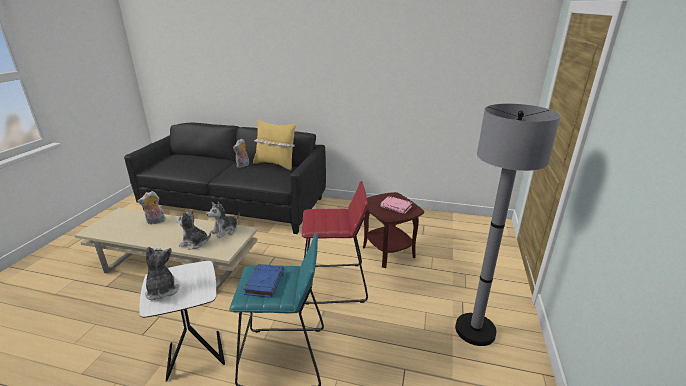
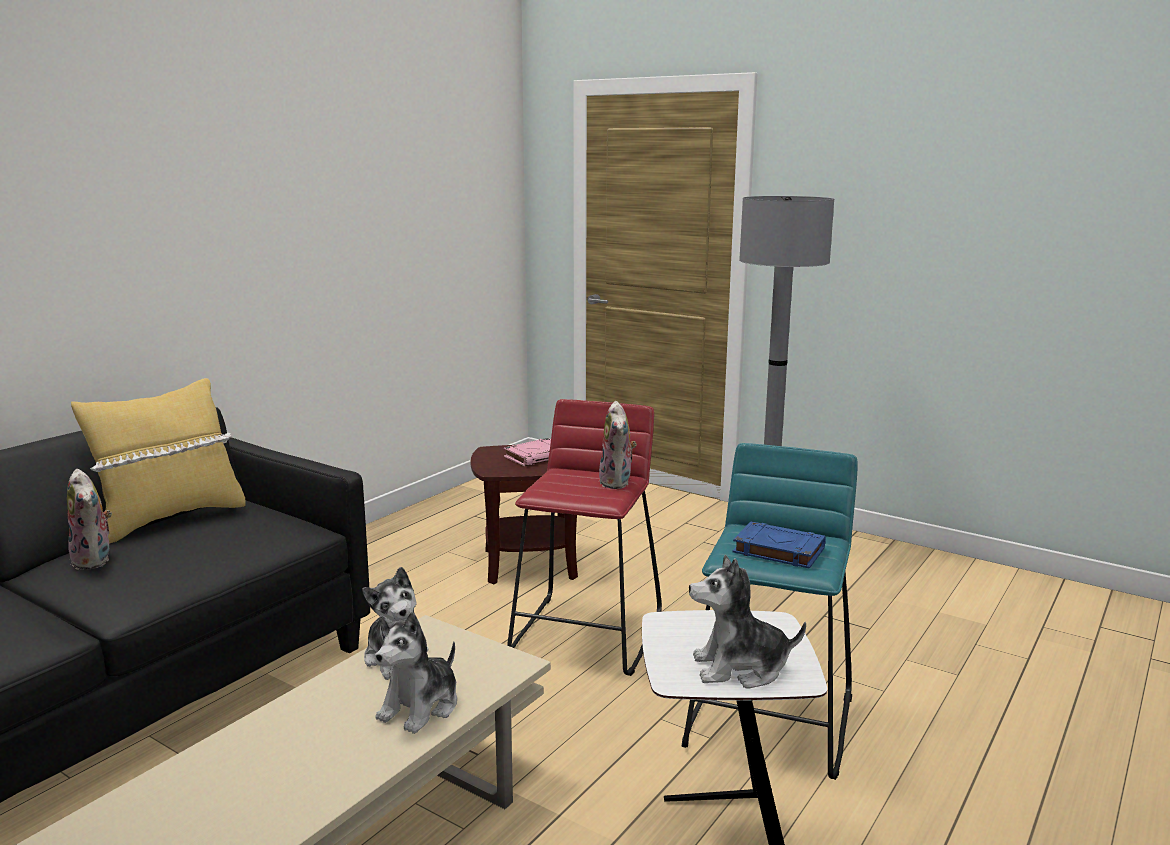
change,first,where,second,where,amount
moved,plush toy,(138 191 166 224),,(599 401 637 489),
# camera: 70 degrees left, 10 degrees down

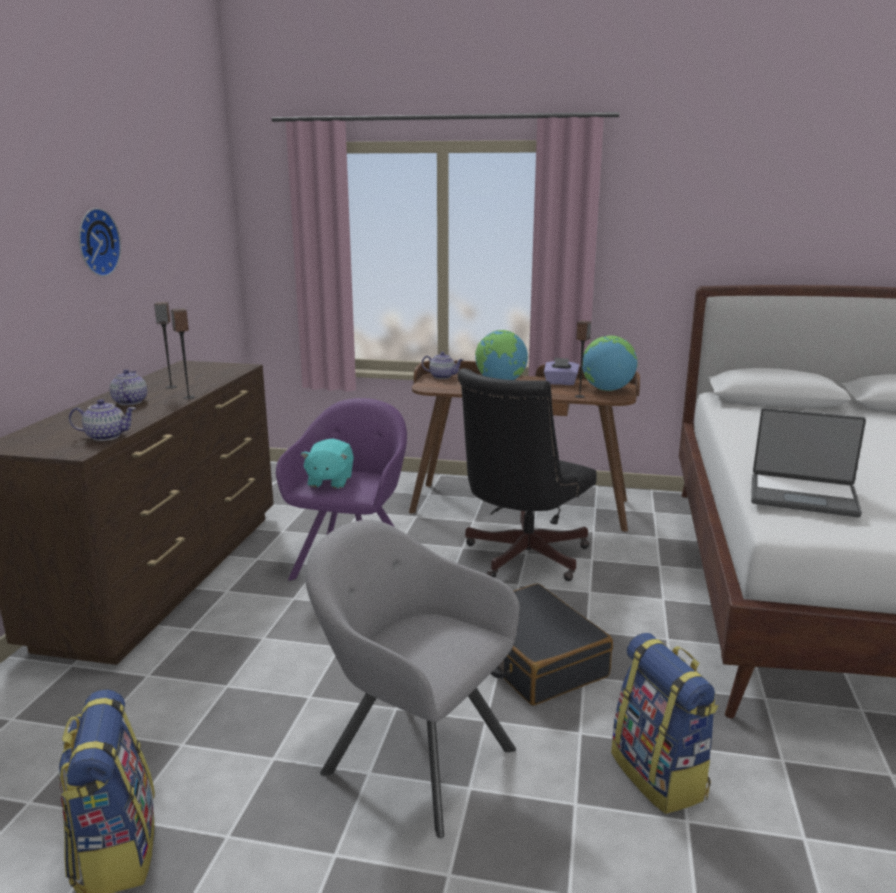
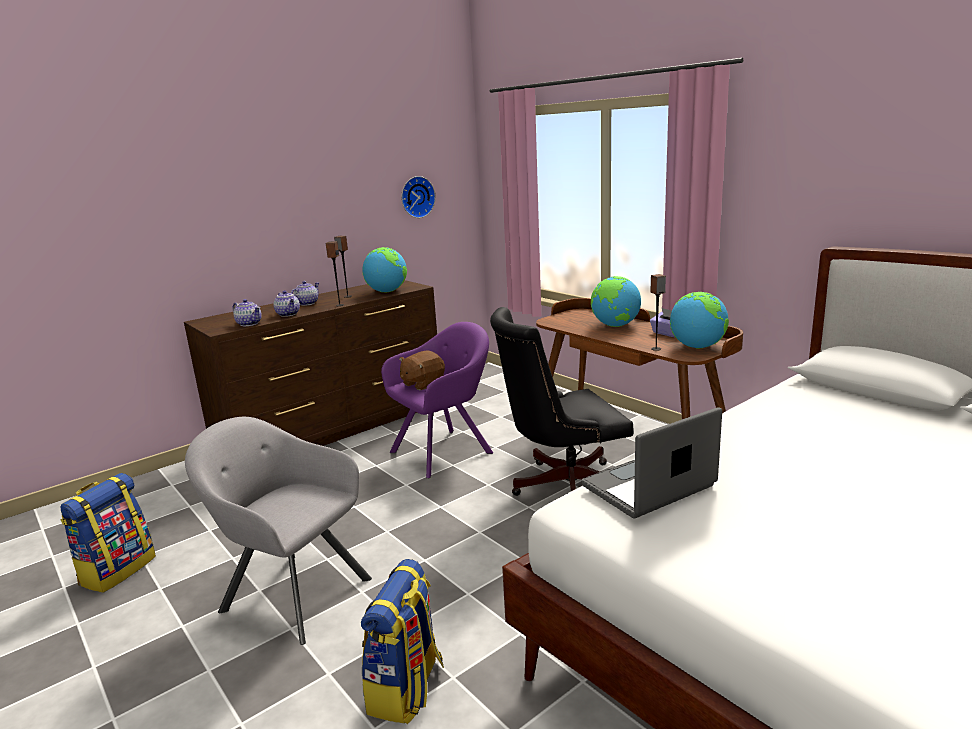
change,first,where,second,where,amount
moved,clock on the wall,(79 208 121 277),,(401 176 436 218),
moved,teapot,(422 352 463 379),,(274 291 300 317),
turned,laptop,(751 408 866 517),,(582 407 722 518),90 degrees clockwise
recoloured,plush toy/turquoise,(300 438 354 489),plush toy/brownish,(399 351 445 390),
turned,easy chair/gray,(305 520 520 838),,(185 417 372 645),45 degrees counterclockwise
removed,travel case/black,(491 583 613 706),,,
added,,,globe,(363 247 407 292),
# camera: 40 degrees right, 0 degrees up

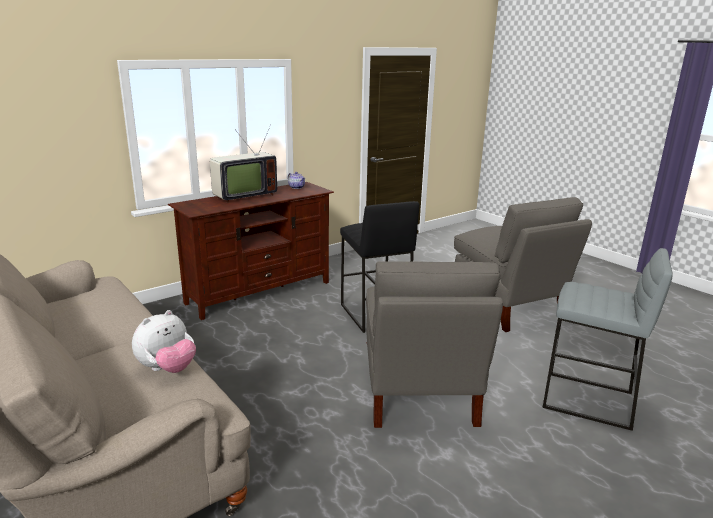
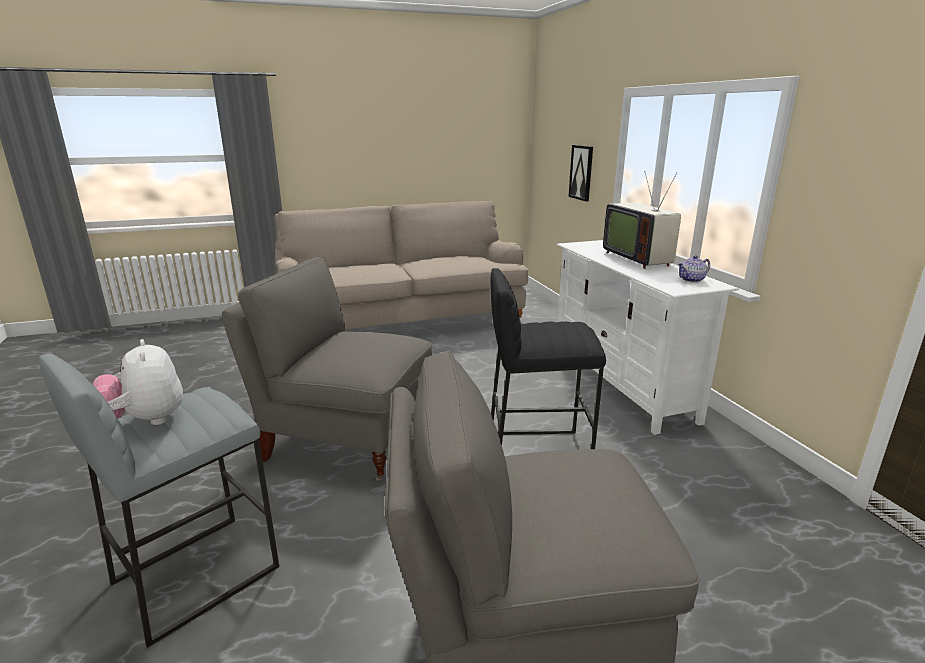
change,first,where,second,where,amount
recoloured,tv stand/brownish,(168 182 334 320),tv stand/white,(557 240 739 435),
moved,plush toy,(132 310 196 373),,(93 339 183 425),
added,,,picture,(568 145 593 201),
# camera: 110 degrees right, 0 degrees up

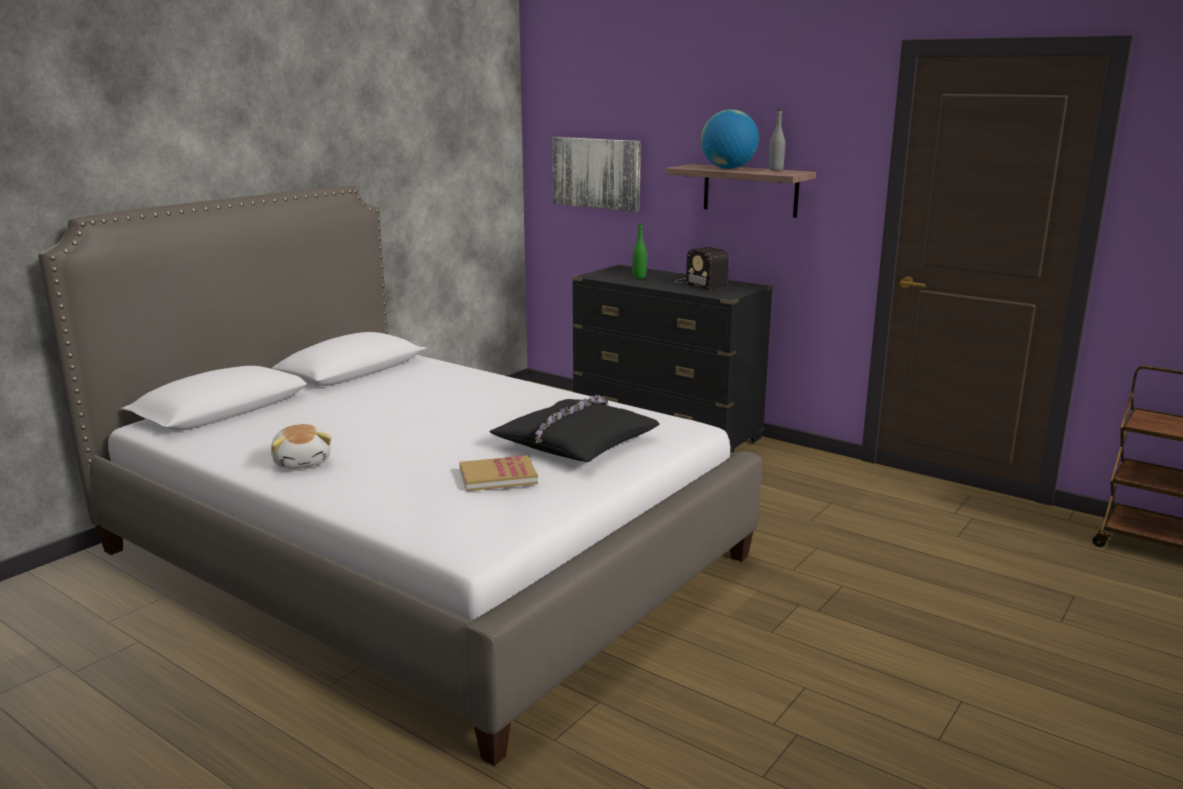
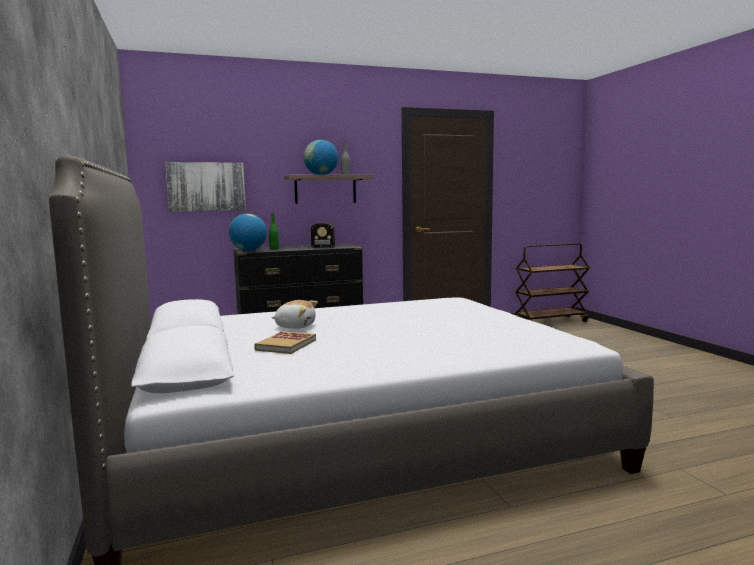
change,first,where,second,where,amount
removed,throw pillow/black,(489 395 660 462),,,
moved,plush toy,(271 424 331 469),,(271 300 318 329),
moved,book,(459 455 538 491),,(254 331 316 354),
added,,,globe,(229 214 267 251),
# camera: 55 degrees left, 10 degrees down

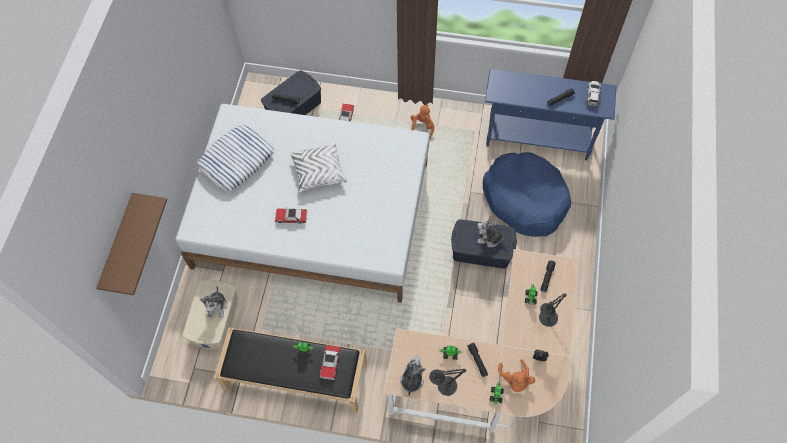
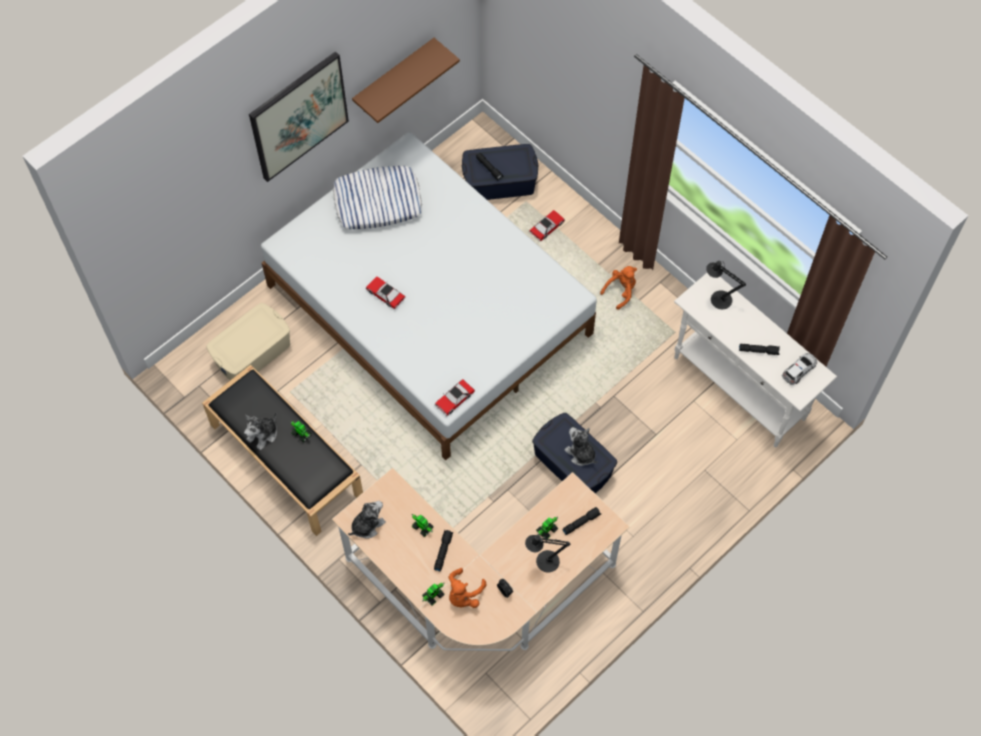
change,first,where,second,where,amount
recoloured,console table/bluish,(485 69 616 161),console table/white,(674 273 837 447),
removed,throw pillow/white,(290 143 347 192),,,
removed,pet bed/bluish,(483 152 571 237),,,
moved,wall shelf/brownish,(96 193 167 295),,(352 38 460 123),
moved,plush toy,(200 285 228 318),,(244 412 277 450),
moved,miniature car,(320 345 340 380),,(434 379 475 416),
moved,lamp for a table/black,(429 369 466 396),,(706 261 746 309),
added,,,picture,(249 51 349 182),
# camera: 35 degrees right, 0 degrees up

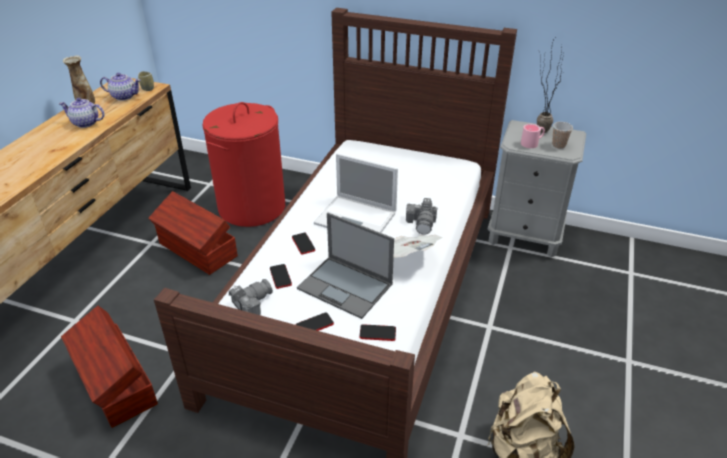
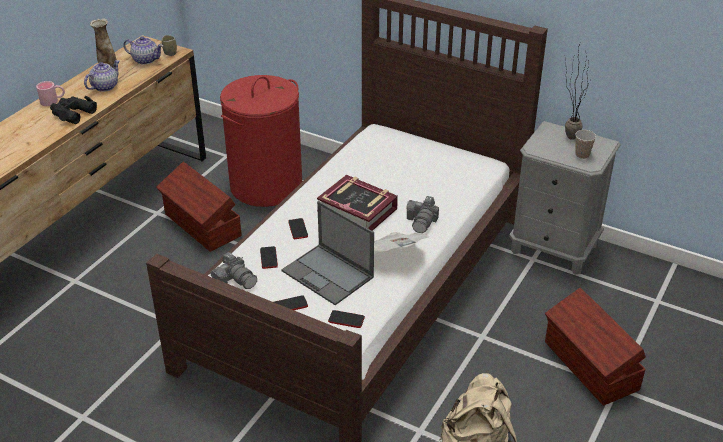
change,first,where,second,where,amount
turned,teapot,(59 98 105 128),,(84 60 120 92),105 degrees clockwise
moved,coffee mug/pinkish,(521 124 545 148),,(36 81 65 106),
replaced,laptop,(314 153 398 233),book,(317 175 398 231),
turned,photo camera,(229 279 273 315),,(210 252 257 289),75 degrees clockwise
moved,storage bin/brownish,(61 306 158 428),,(545 288 646 406),
added,,,field glasses/black,(50 96 97 124),
# camera: 10 degrees right, 0 degrees up

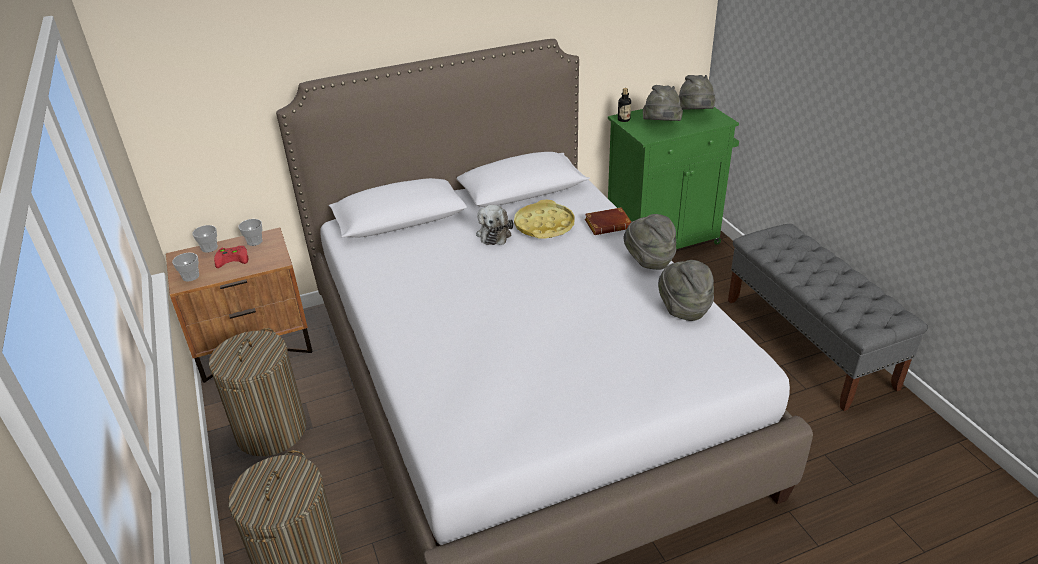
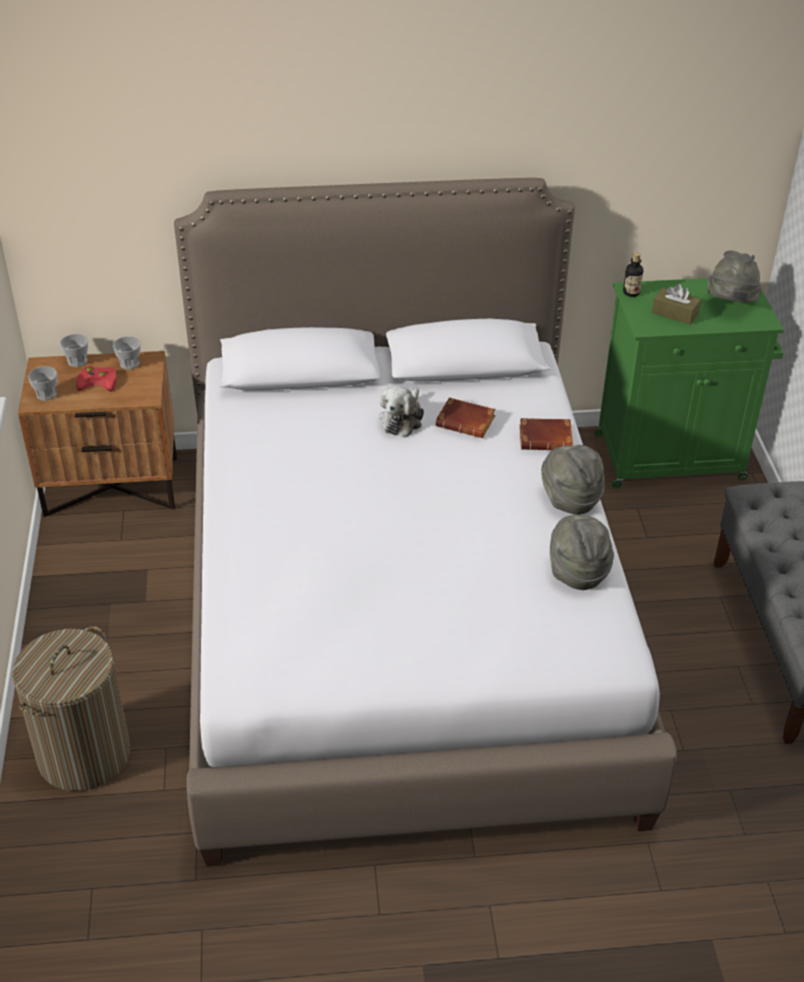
change,first,where,second,where,amount
replaced,clothing hat/gray,(643 85 683 121),box of tissues/brownish,(652 284 701 325),
replaced,carrying tray/yellow-coloured,(514 200 575 239),book/brownish,(436 398 496 438),
removed,hamper,(209 328 306 456),,,
# camera: 15 degrees right, 5 degrees up

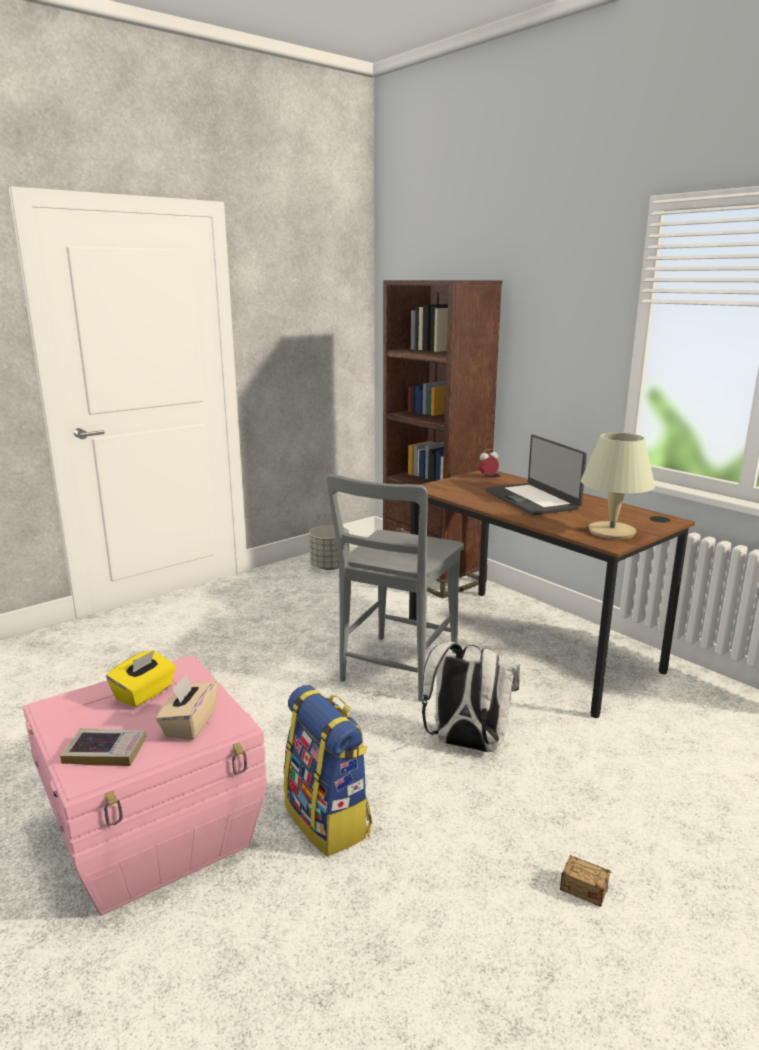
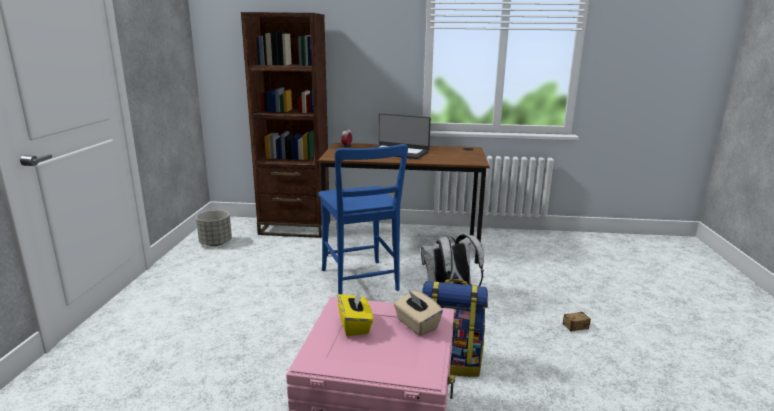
change,first,where,second,where,amount
removed,lamp for a table/beige,(581 433 655 540),,,
recoloured,upright chair/gray,(326 474 464 702),upright chair/bluish,(318 144 408 294),
removed,book,(60 728 147 766),,,
# camera: 45 degrees left, 0 degrees up

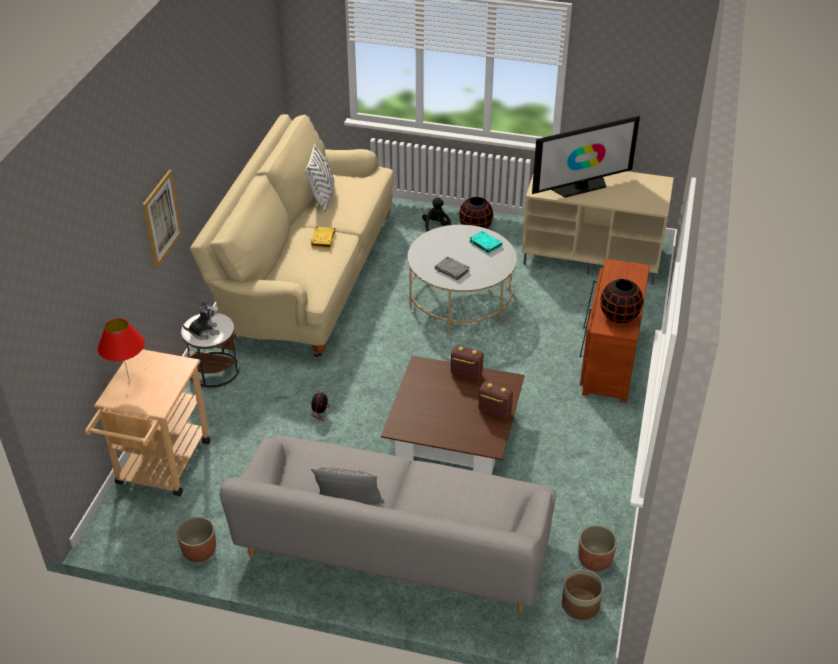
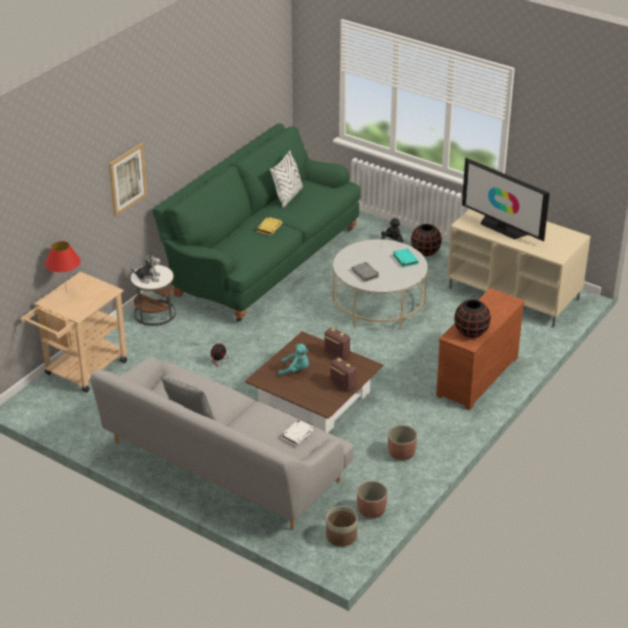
change,first,where,second,where,amount
recoloured,settee/beige,(190 114 394 358),settee/green,(152 123 361 322),
turned,TV set,(532 116 640 198),,(462 158 550 241),45 degrees clockwise
moved,planter,(177 517 216 562),,(388 425 417 460),
added,,,plush toy/turquoise,(278 344 309 376),
added,,,book/white,(281 420 315 446),
# camera: 20 degrees right, 5 degrees down

